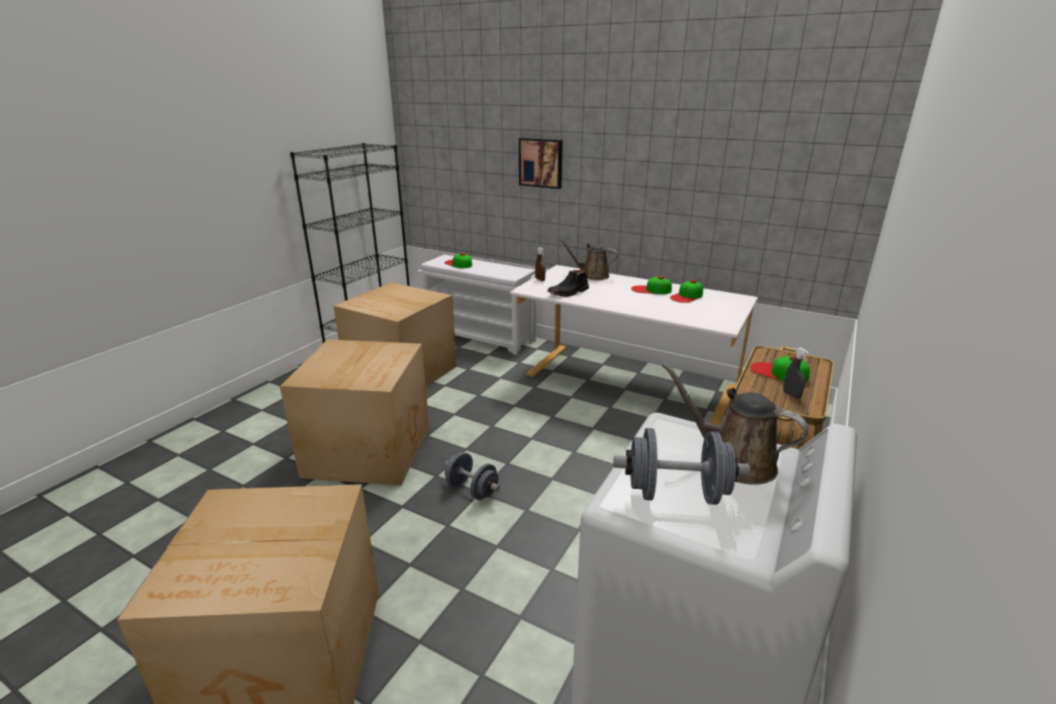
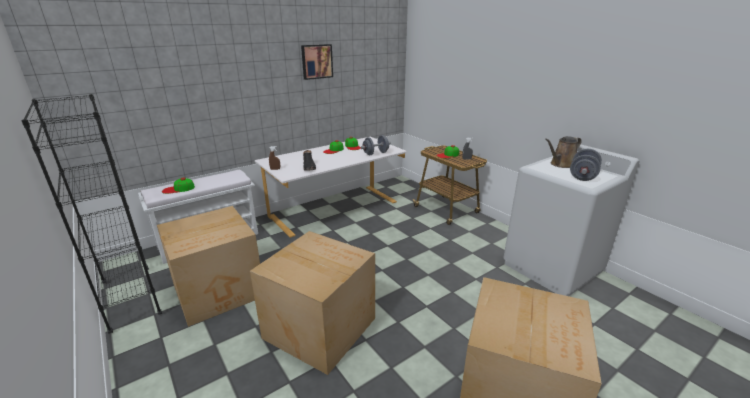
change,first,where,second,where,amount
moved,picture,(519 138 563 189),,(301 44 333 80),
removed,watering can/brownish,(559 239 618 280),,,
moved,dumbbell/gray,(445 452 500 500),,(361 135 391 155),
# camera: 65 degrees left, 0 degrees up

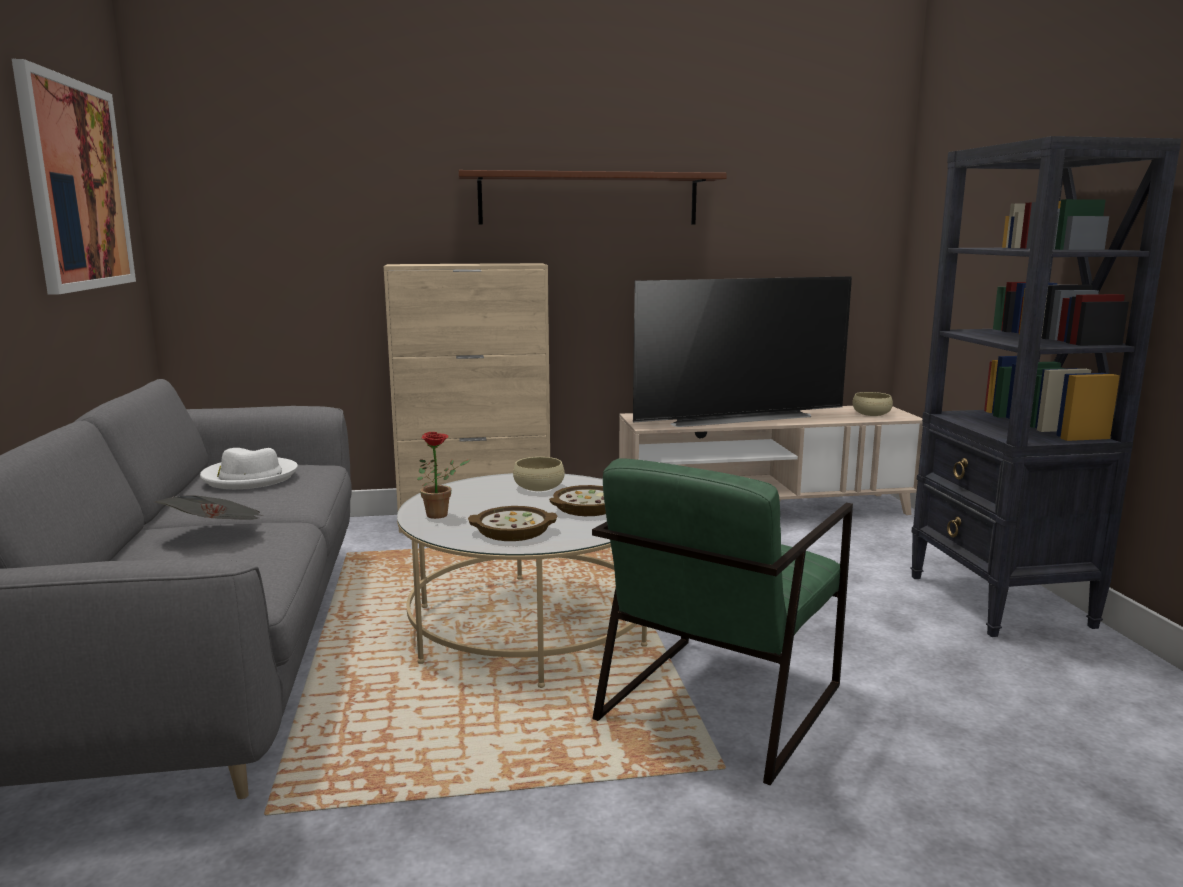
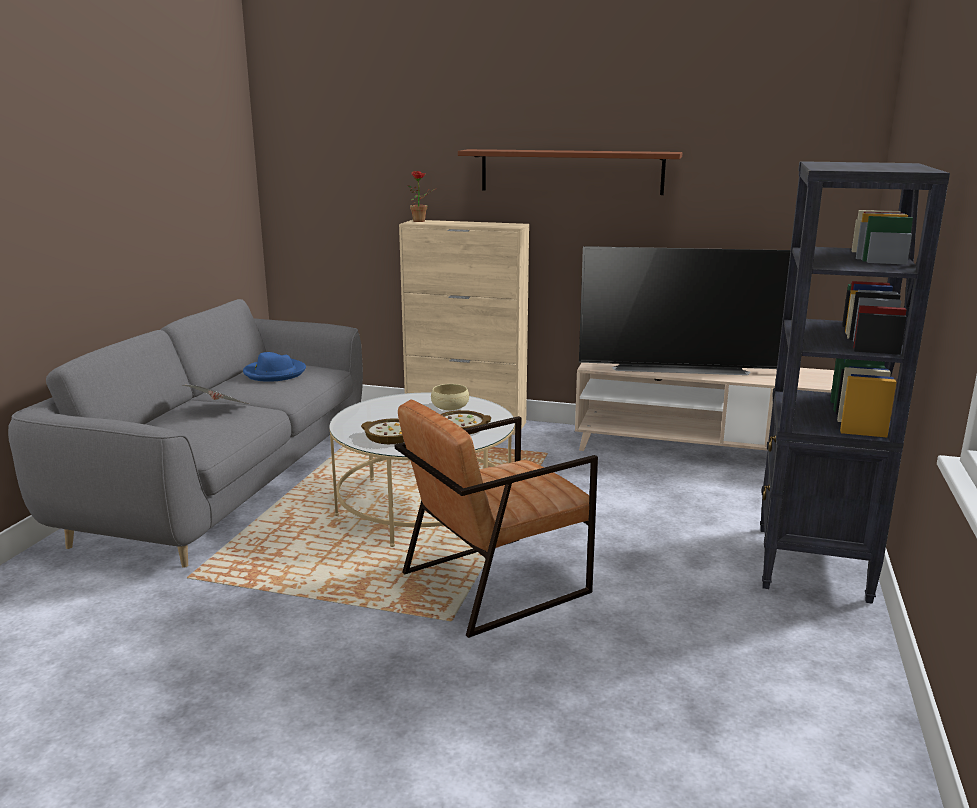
change,first,where,second,where,amount
removed,picture,(12 59 136 295),,,
removed,deep dish/beige,(852 392 893 416),,,
moved,houseplant,(417 432 470 519),,(408 171 435 222),
recoloured,clothing hat/white,(200 448 298 489),clothing hat/bluish,(243 352 306 382),
recoloured,easy chair/green,(592 458 853 785),easy chair/brownish,(395 399 598 638),
# camera: 25 degrees right, 5 degrees up

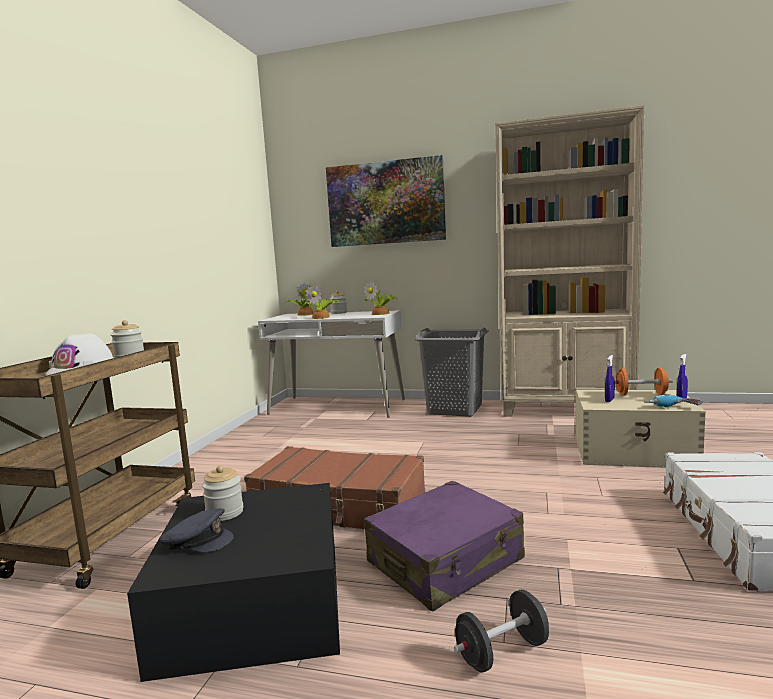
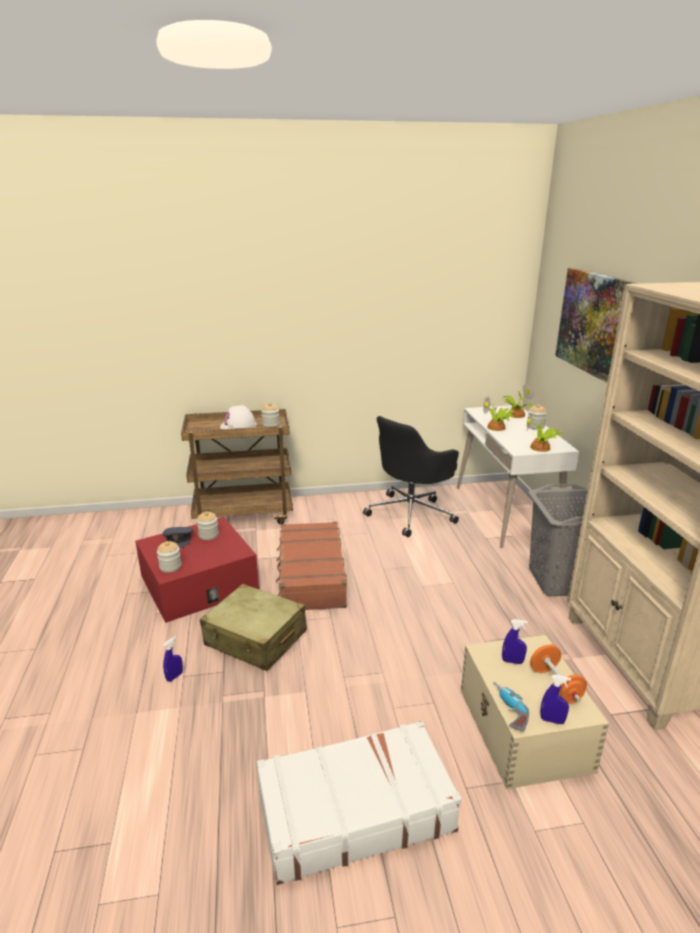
change,first,where,second,where,amount
recoloured,travel case/purplish,(364 481 525 612),travel case/beige,(200 584 307 671),
recoloured,storage bin/black,(127 483 340 682),storage bin/red-coloured,(135 517 259 623),
replaced,dumbbell/black,(454 590 549 673),spray bottle/bluish,(163 636 183 682),
added,,,computer chair/black,(363 416 459 537),
added,,,storage jar,(157 541 181 573),
# camera: 65 degrees right, 15 degrees up

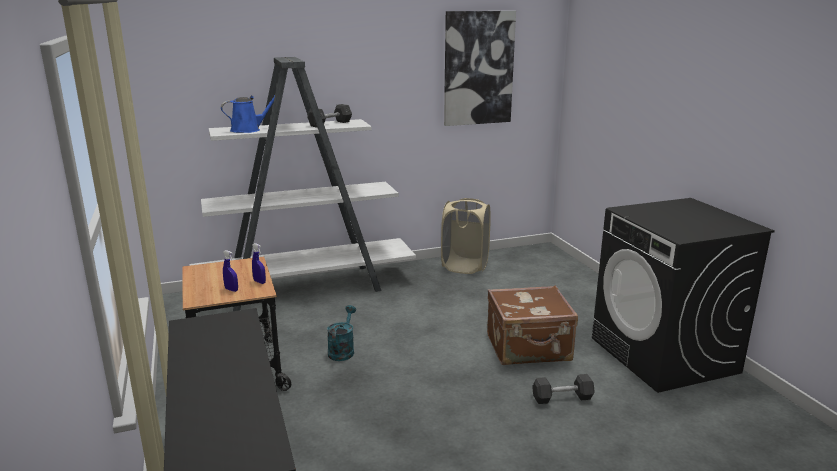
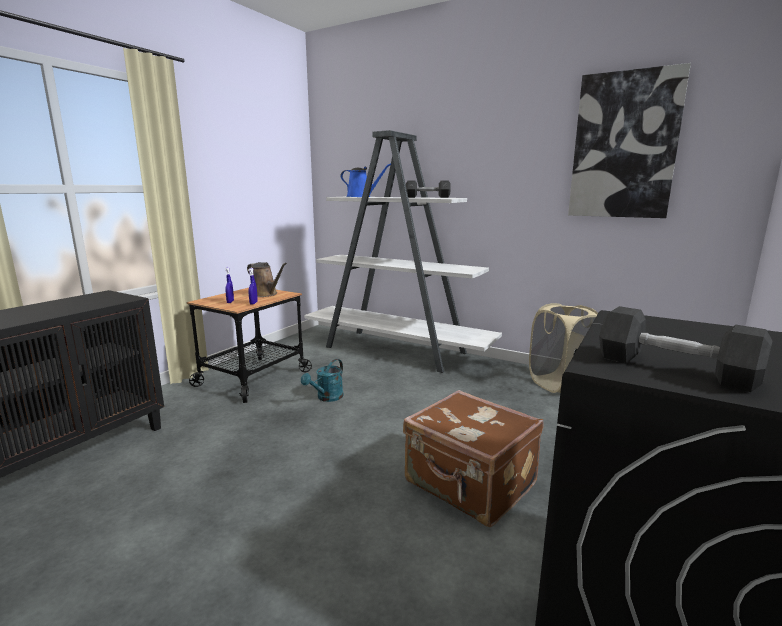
change,first,where,second,where,amount
turned,watering can/turquoise,(327 305 356 361),,(301 359 344 402),150 degrees clockwise
moved,dumbbell/gray,(532 374 595 404),,(599 306 772 392),
added,,,watering can/brownish,(247 262 287 297),
# camera: 50 degrees right, 5 degrees down

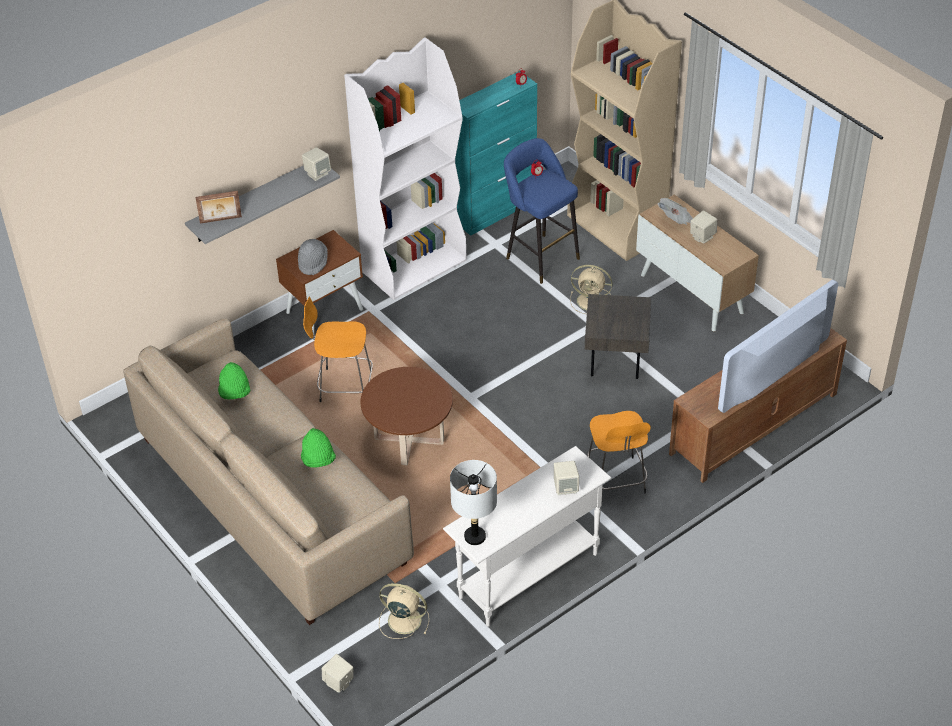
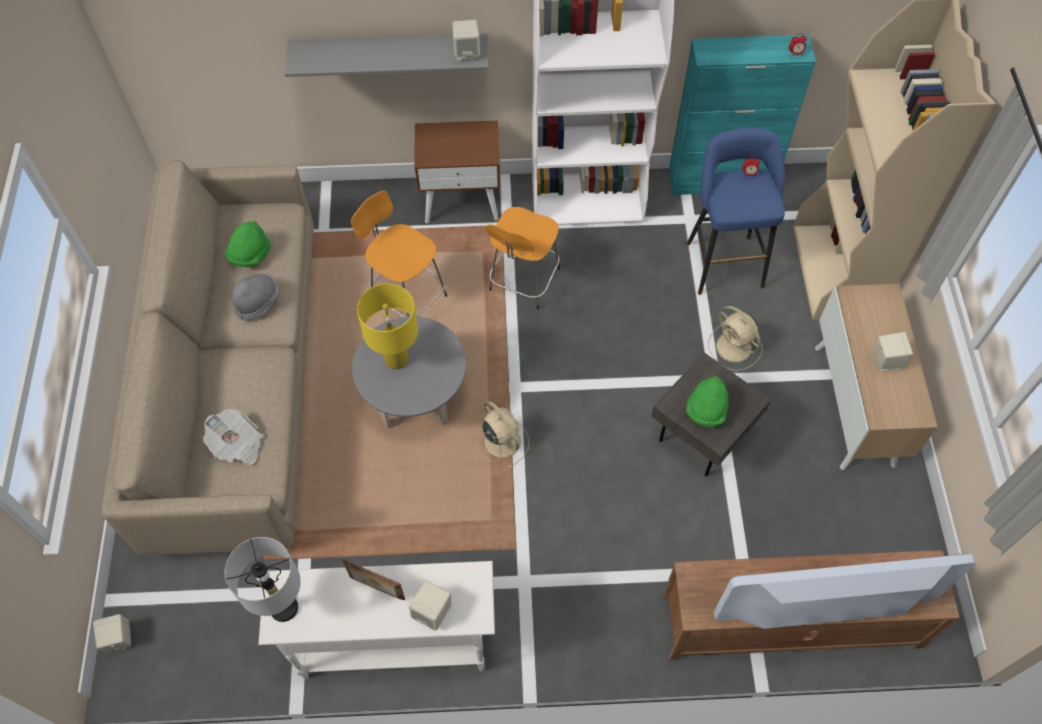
change,first,where,second,where,amount
moved,photo frame,(195 191 242 224),,(342 559 405 600),
moved,newspaper,(657 198 693 225),,(203 409 263 465),
moved,clothing hat/gray,(298 239 328 275),,(232 273 279 321),
recoloured,coffee table/brownish,(360 367 453 465),coffee table/gray,(352 316 466 428),
moved,sitting stool/orange-coloured,(587 411 651 493),,(485 207 560 310),
moved,clothing hat/green,(301 428 336 468),,(686 376 729 427),
moved,cooling fan/beige,(379 583 429 639),,(481 401 529 468),
added,,,lamp for a table/yellow-coloured,(357 284 418 369),
# camera: 35 degrees right, 15 degrees up

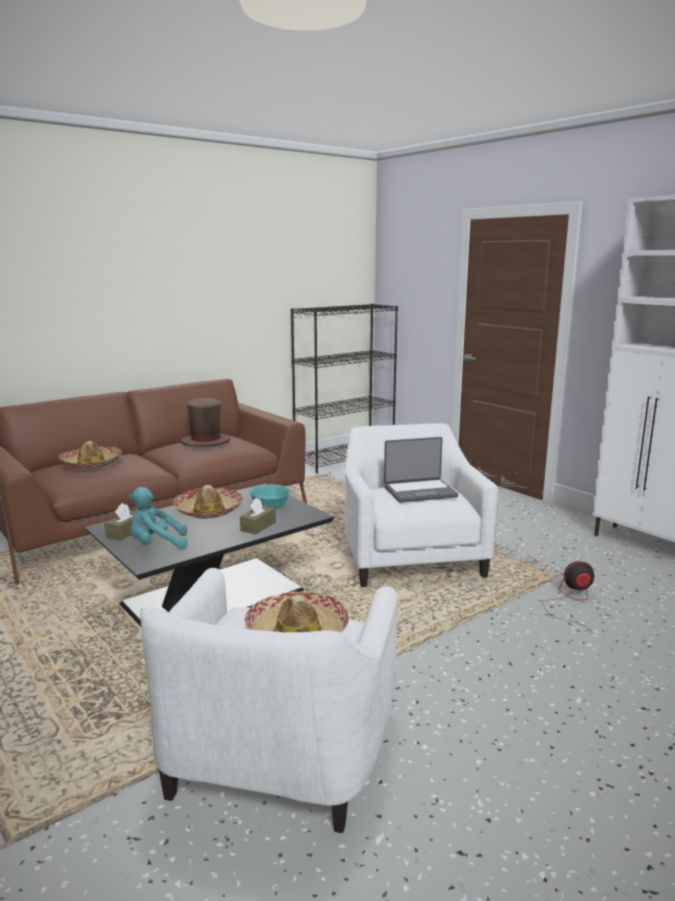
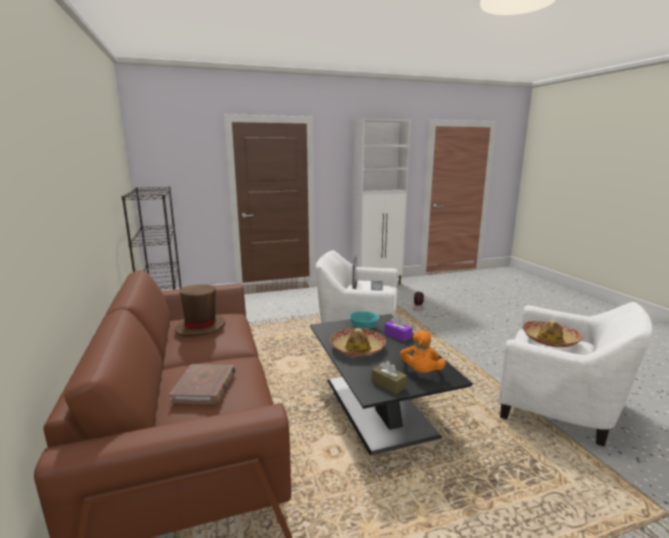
change,first,where,second,where,amount
replaced,clothing hat,(59 441 122 469),book/brownish,(169 364 236 404),
recoloured,plush toy/turquoise,(128 487 187 550),plush toy/orange-coloured,(400 330 446 373),
recoloured,box of tissues/brownish,(240 497 276 534),box of tissues/purplish,(384 316 413 342),
# camera: 70 degrees left, 0 degrees up

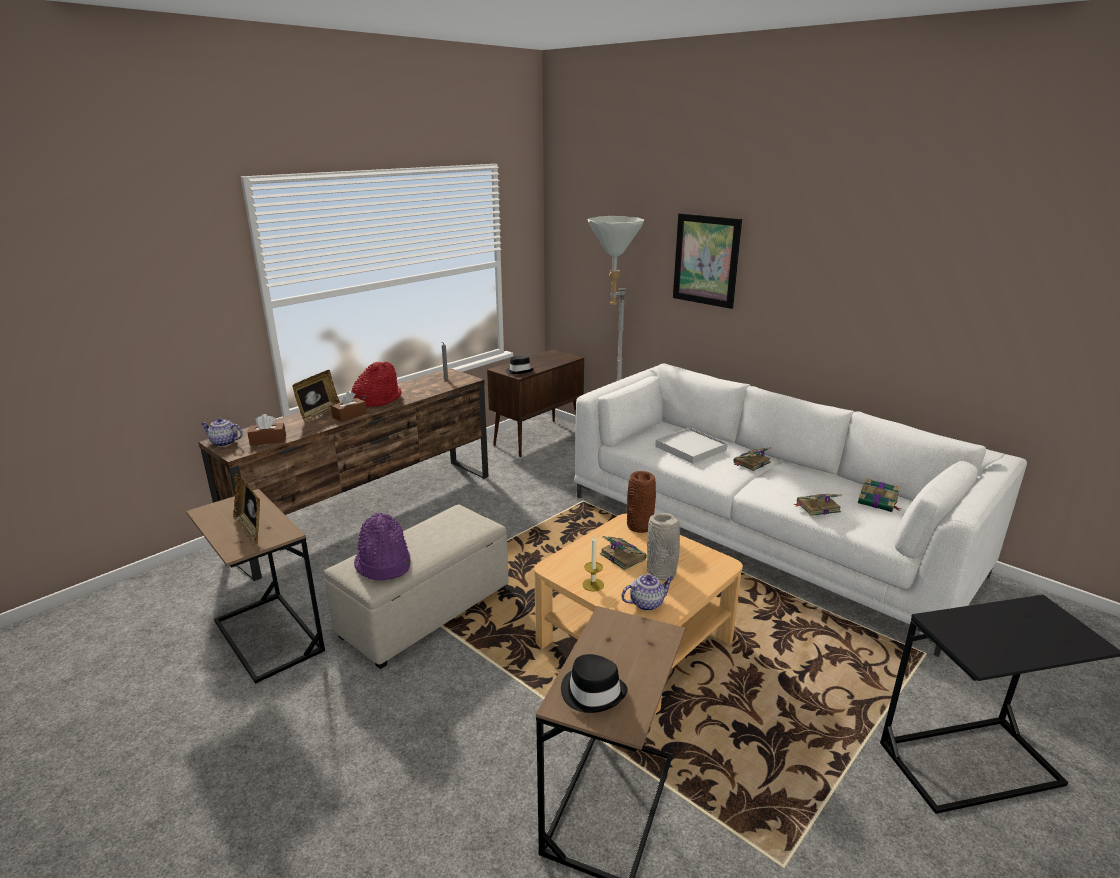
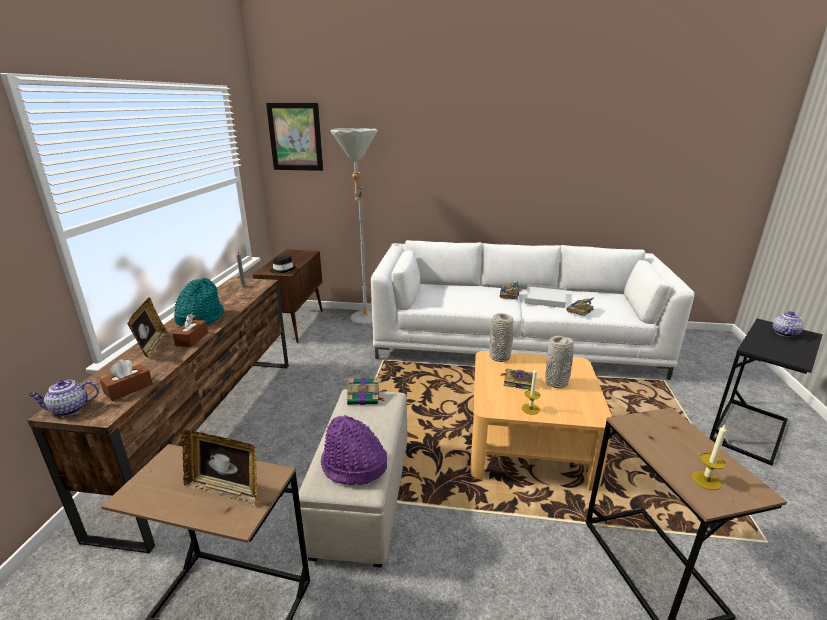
change,first,where,second,where,amount
moved,picture,(673 213 742 309),,(266 103 323 171),
recoloured,clothing hat/red-coloured,(351 362 402 407),clothing hat/turquoise,(174 278 224 326),
moved,carrying tray/white,(655 428 728 464),,(524 284 566 308),
recoloured,flower vase/brownish,(627 471 656 533),flower vase/gray,(489 313 513 362),
moved,book,(858 478 900 512),,(347 378 384 405),
moved,teapot,(621 574 674 611),,(773 311 804 337),
replaced,clothing hat/black,(561 654 628 713),wax candle,(692 425 726 490),
# camera: 35 degrees left, 0 degrees up

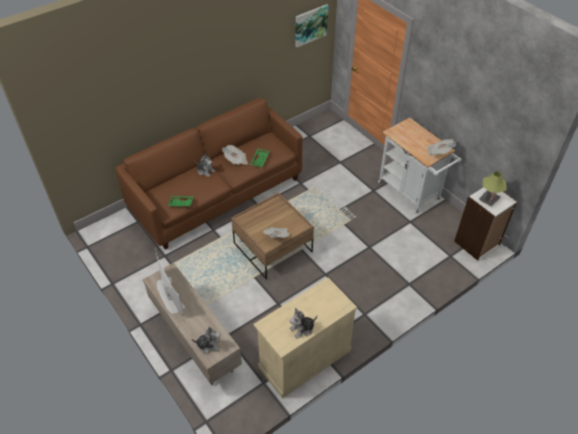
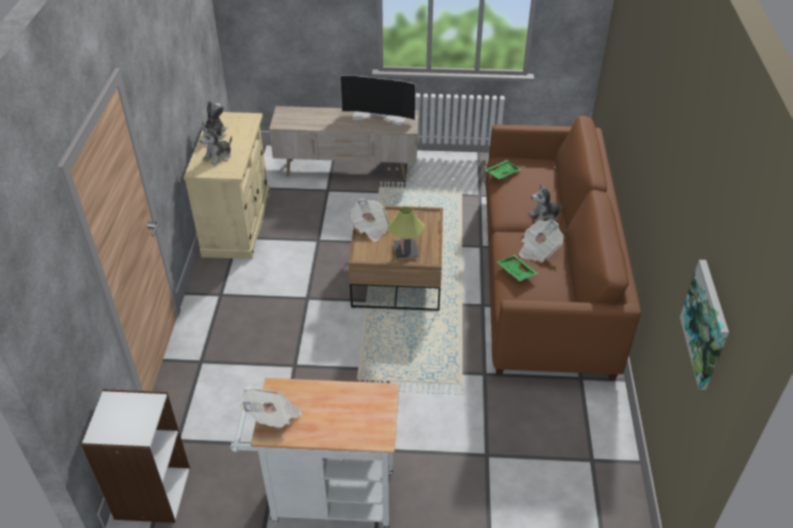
change,first,where,second,where,amount
moved,lamp for a table,(479 171 506 206),,(387 206 425 259),
moved,plush toy,(192 327 220 353),,(200 127 232 166),
# camera: 130 degrees right, 5 degrees down

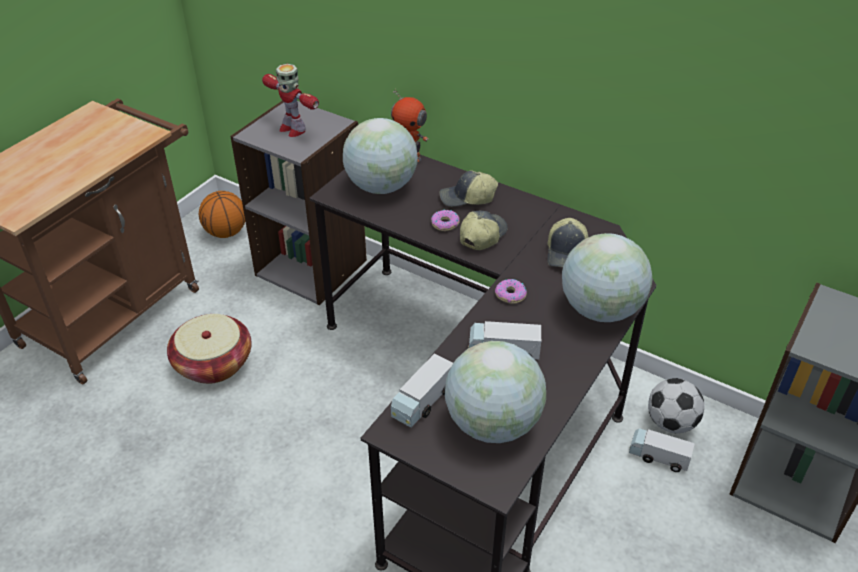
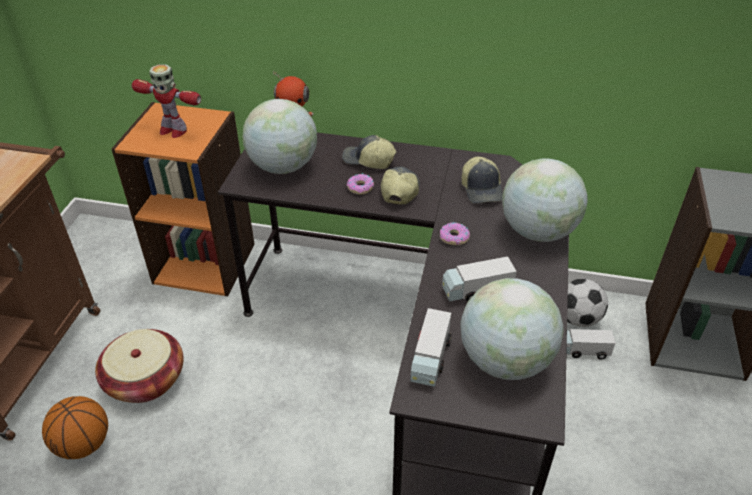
change,first,where,second,where,amount
recoloured,bookcase/gray,(230 100 367 305),bookcase/orange-coloured,(112 102 255 296),
turned,cap,(439 171 498 207),,(342 135 397 169),45 degrees clockwise
moved,ball for basketball,(199 191 245 238),,(42 396 108 459),
# camera: 20 degrees left, 0 degrees up

